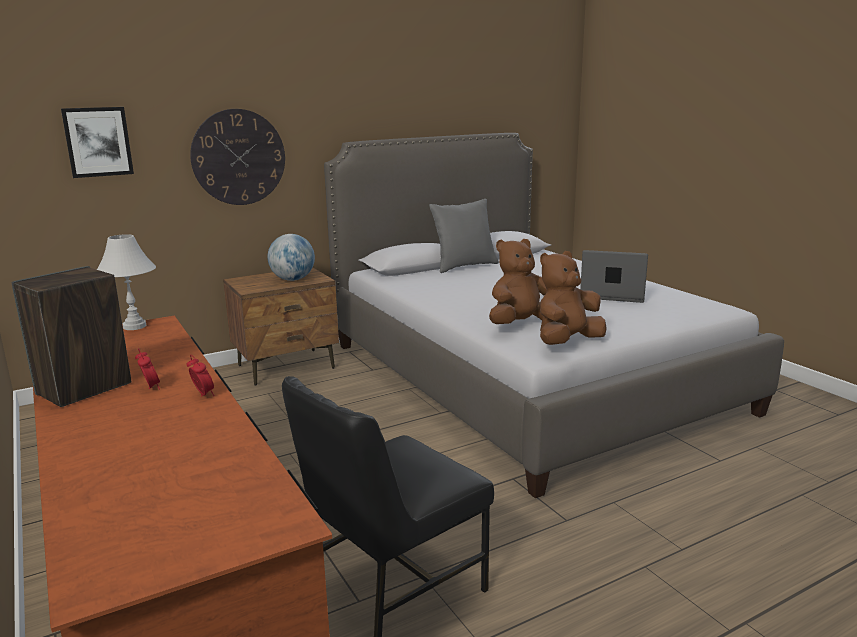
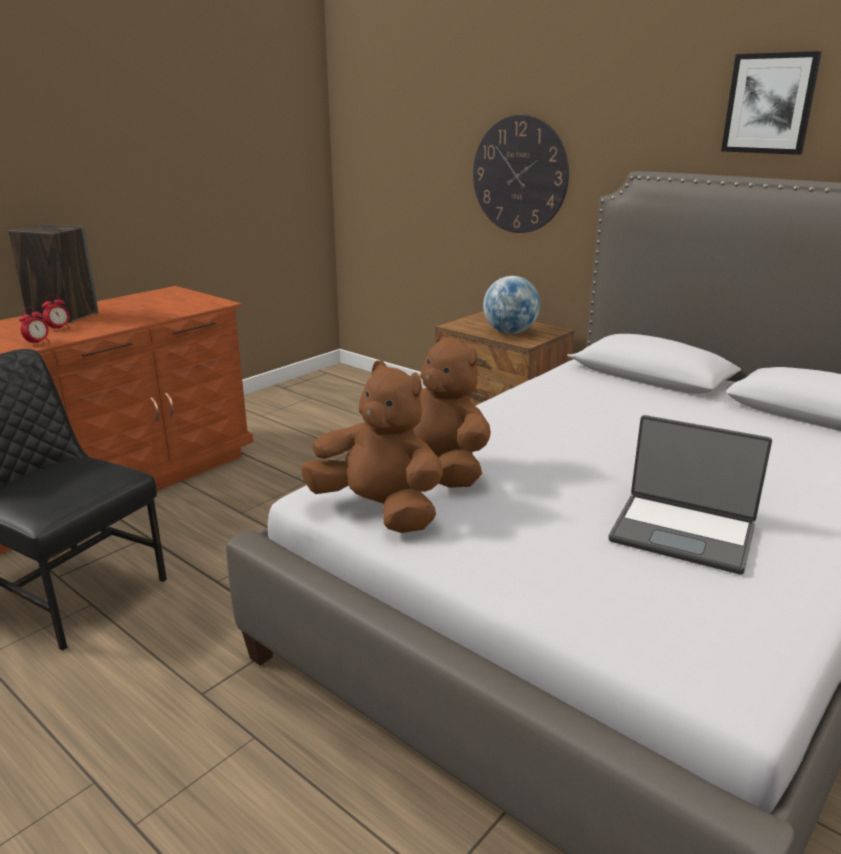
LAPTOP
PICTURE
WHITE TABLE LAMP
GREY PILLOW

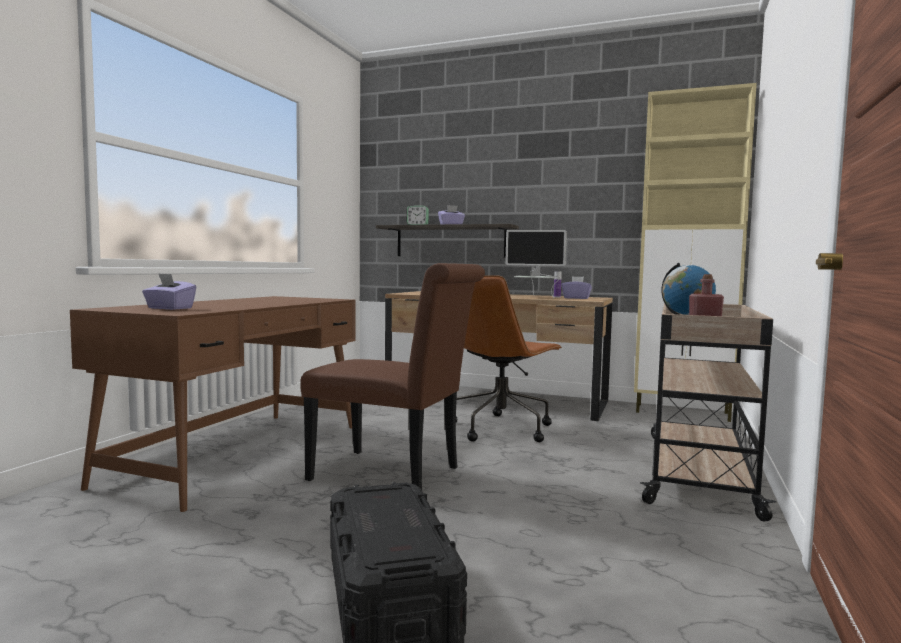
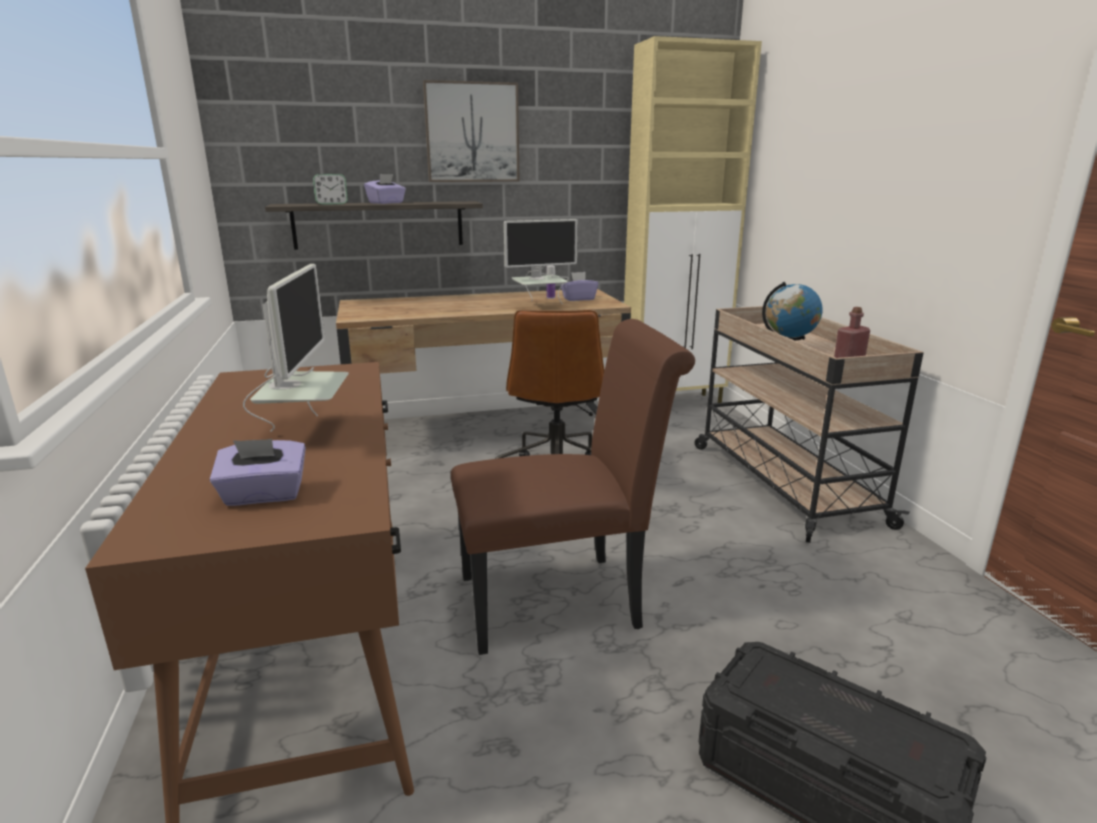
MONITOR (1st from left)
PICTURE

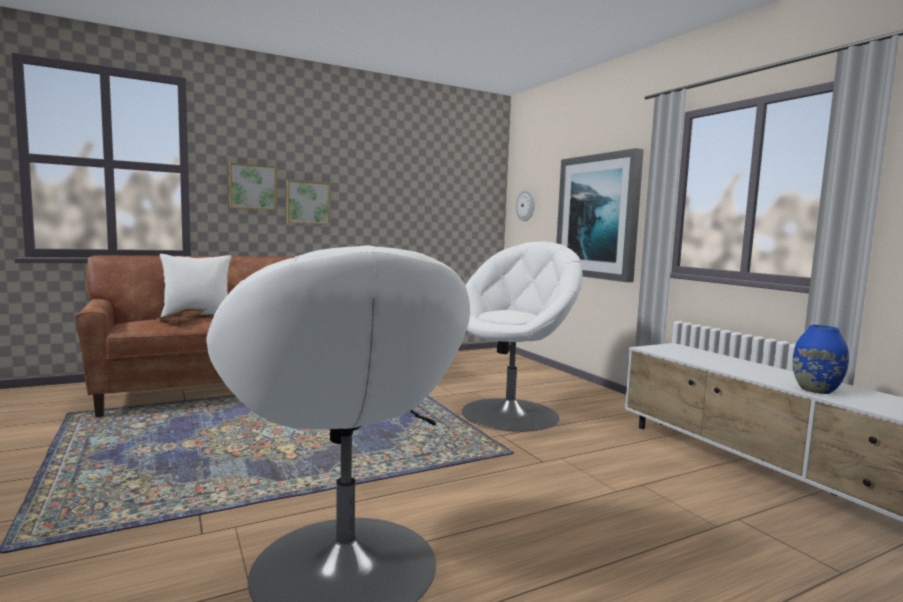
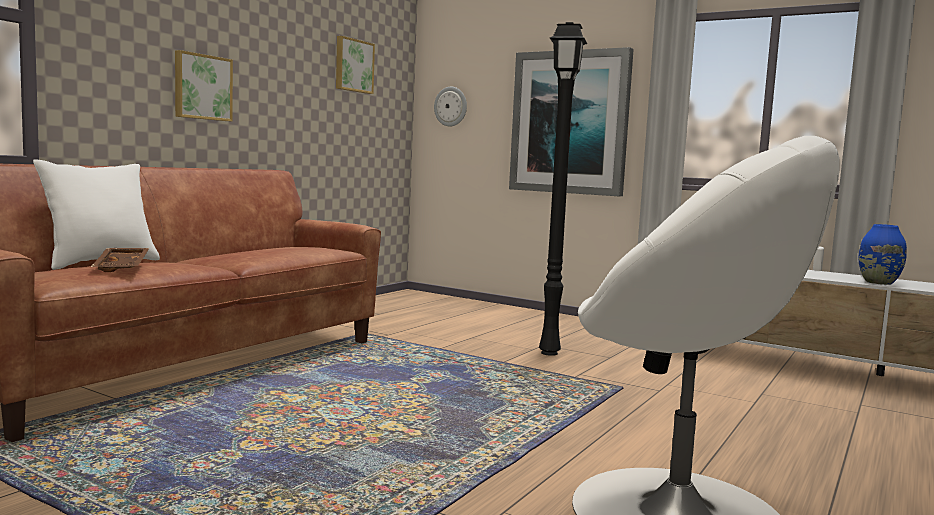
PICTURE (2nd from left)
BLACK FLOOR LAMP

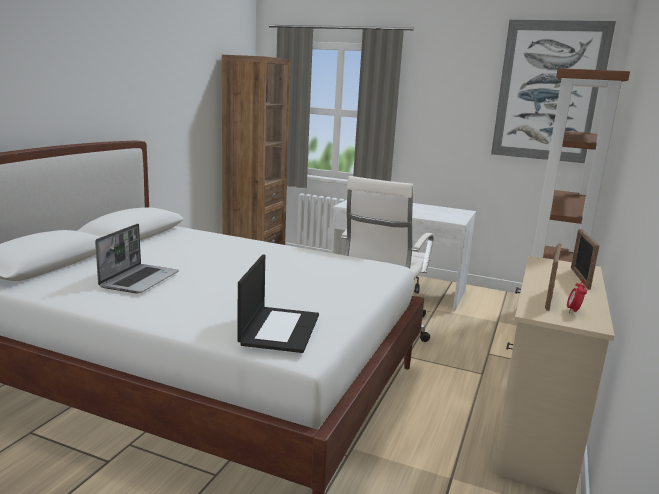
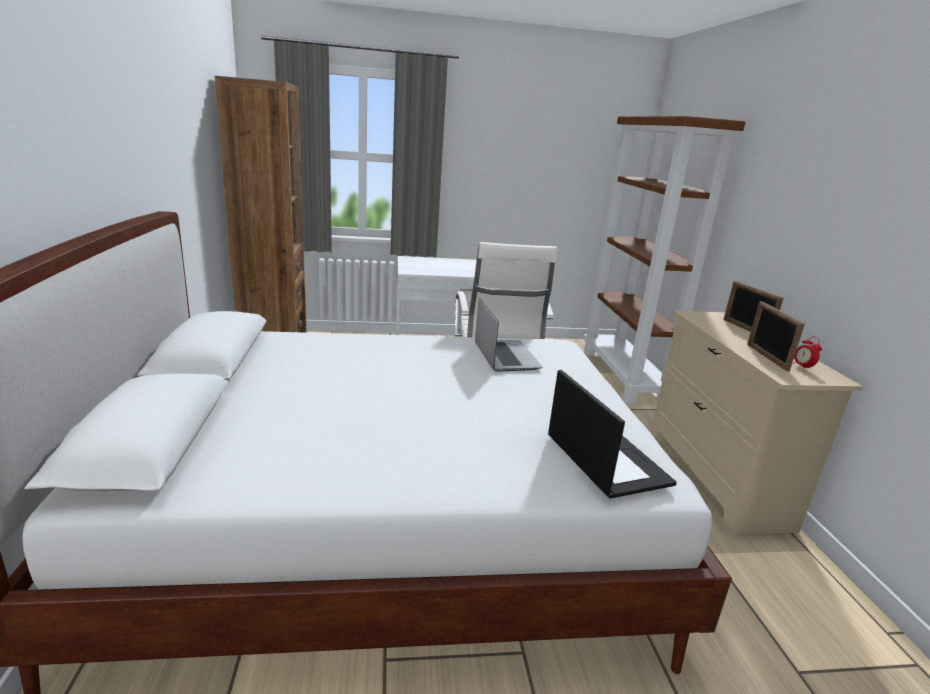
LAPTOP (1st from left)
PICTURE

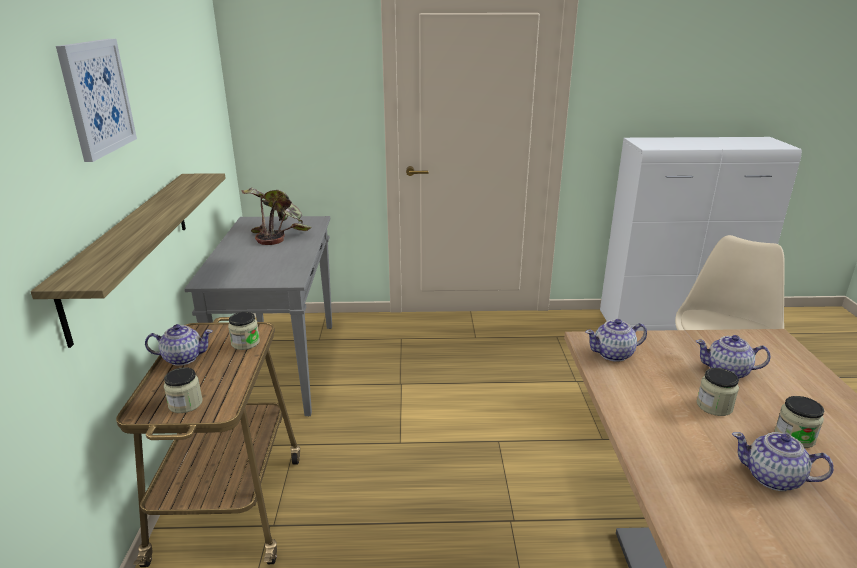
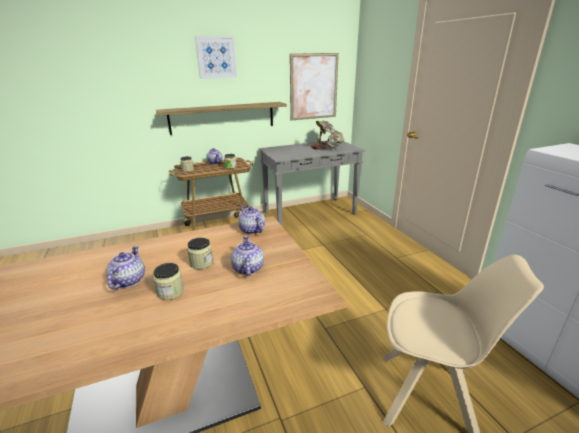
PICTURE (2nd from left)

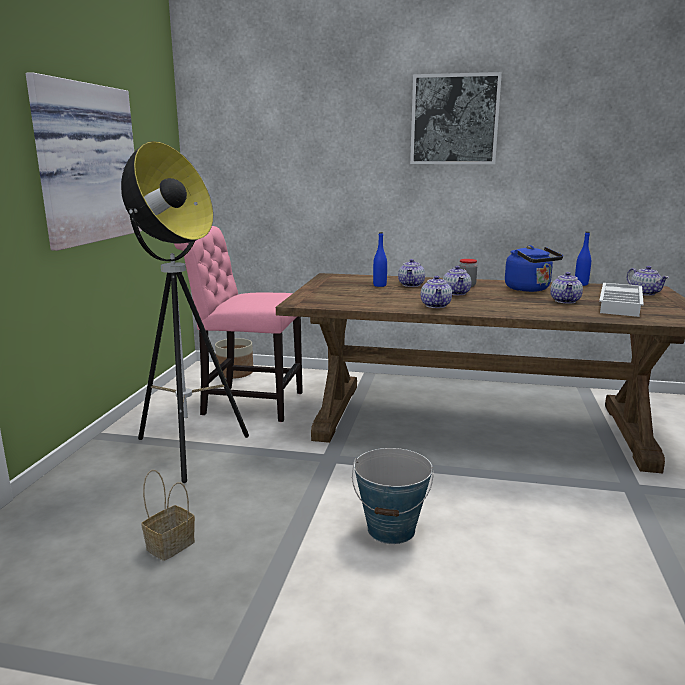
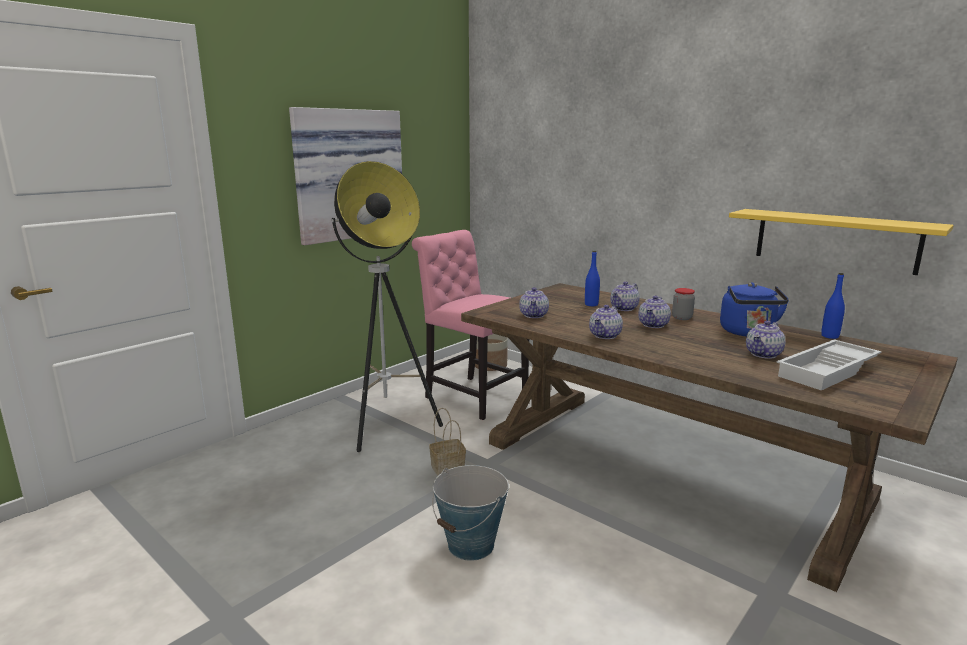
BASKET
TEAPOT (1st from left)
YELLOW SHELF
PICTURE (2nd from left in the first image)

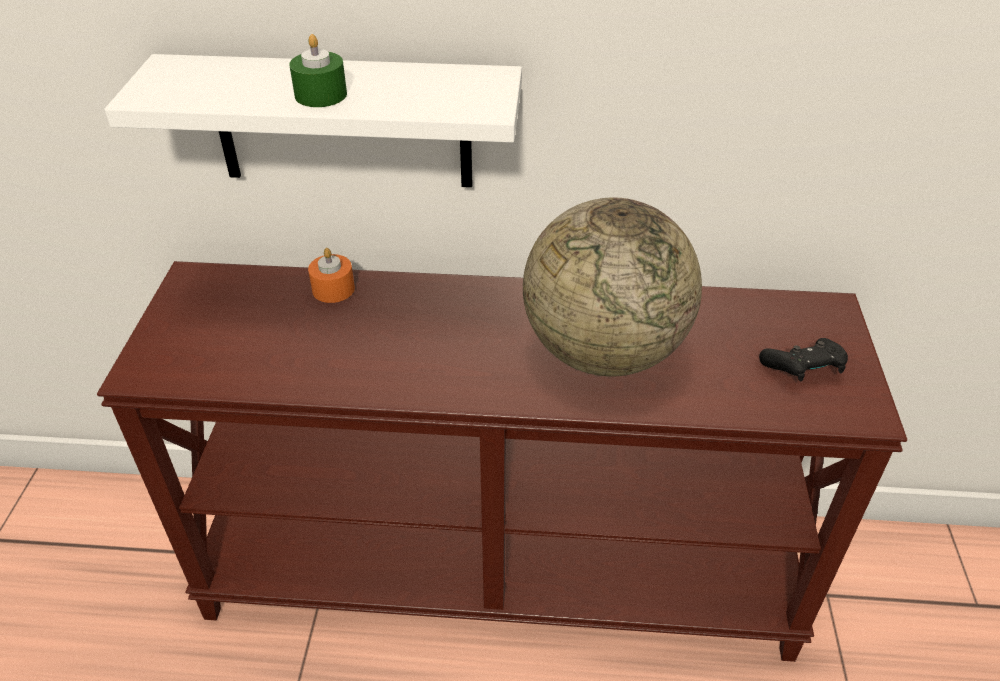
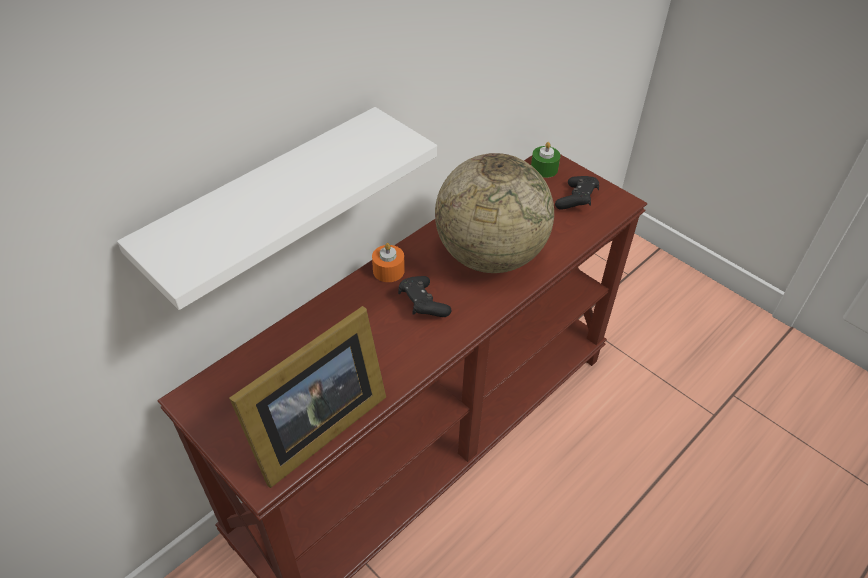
PICTURE FRAME
ORANGE CANDLE
BLACK GAME CONTROLLER (1st from left)
GREEN CANDLE

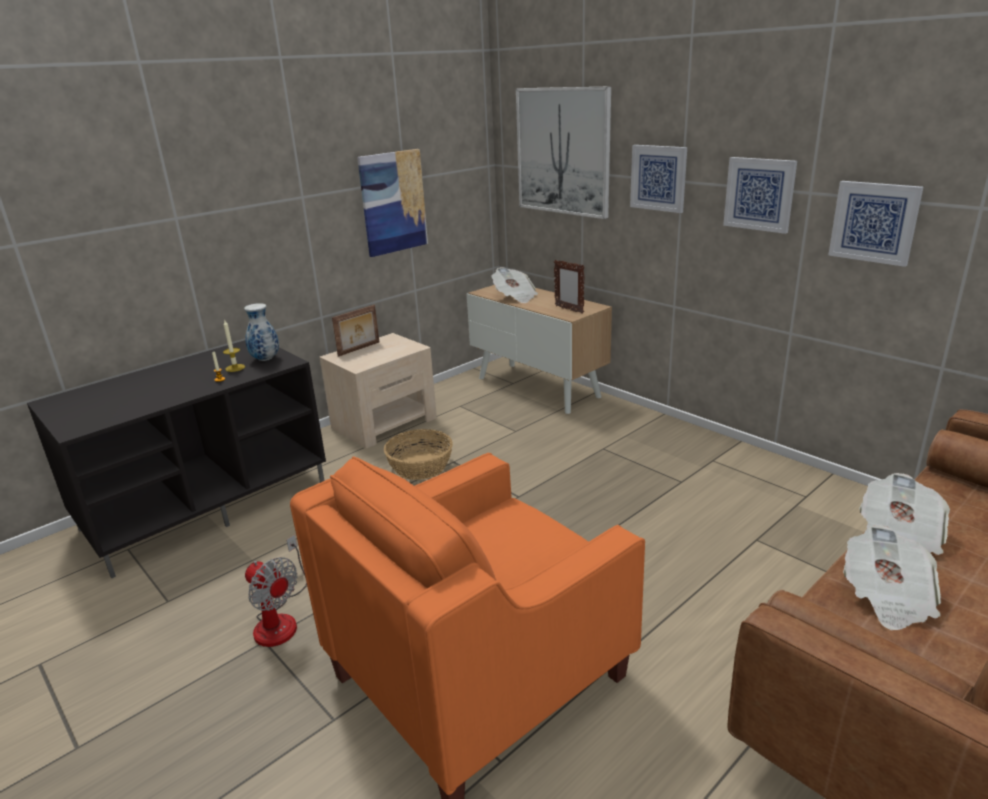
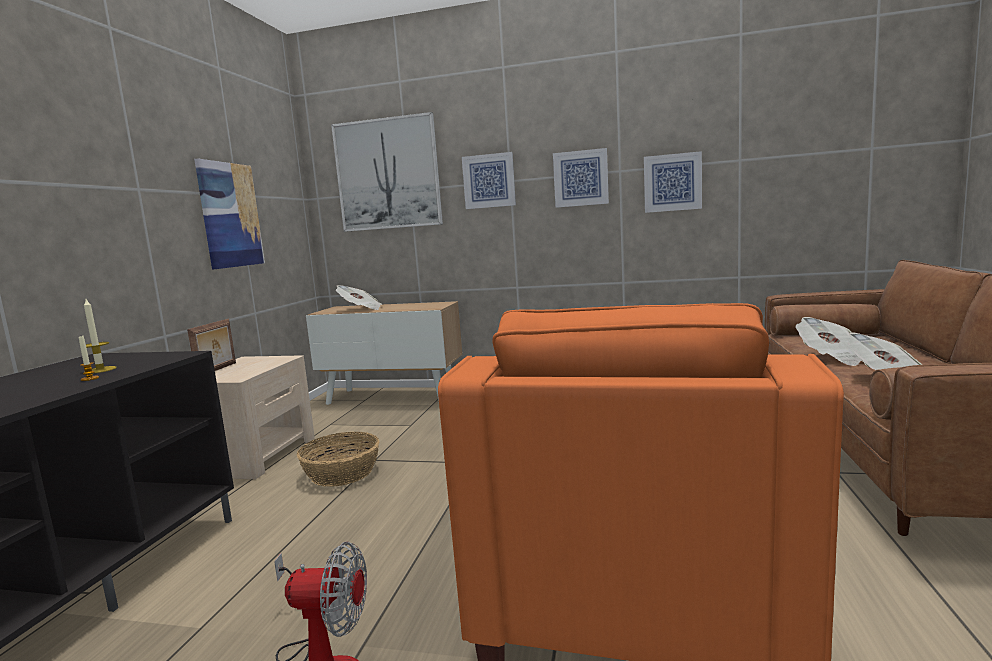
VASE
PICTURE FRAME (2nd from left in the first image)

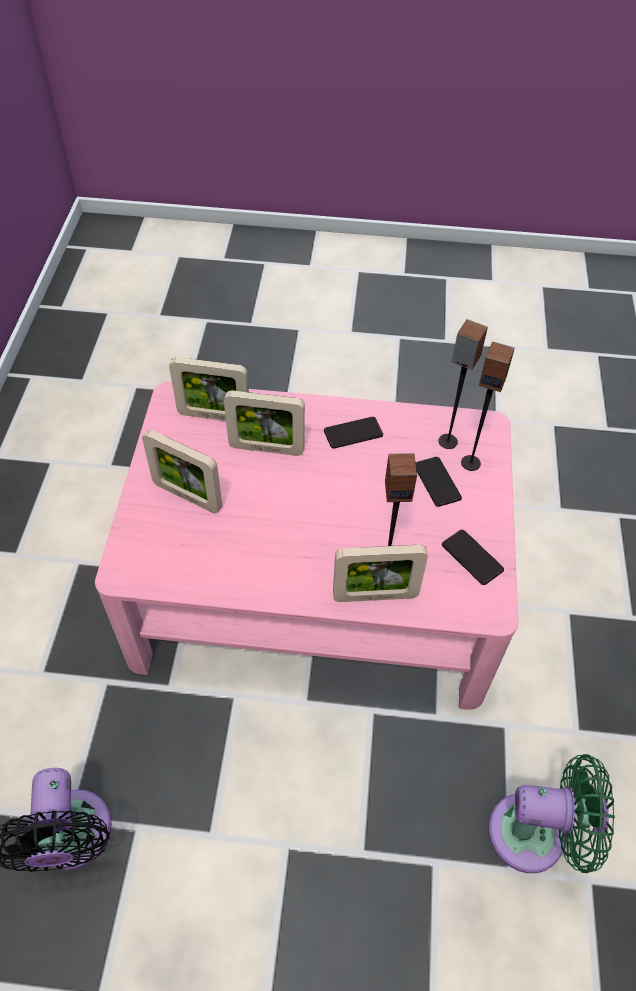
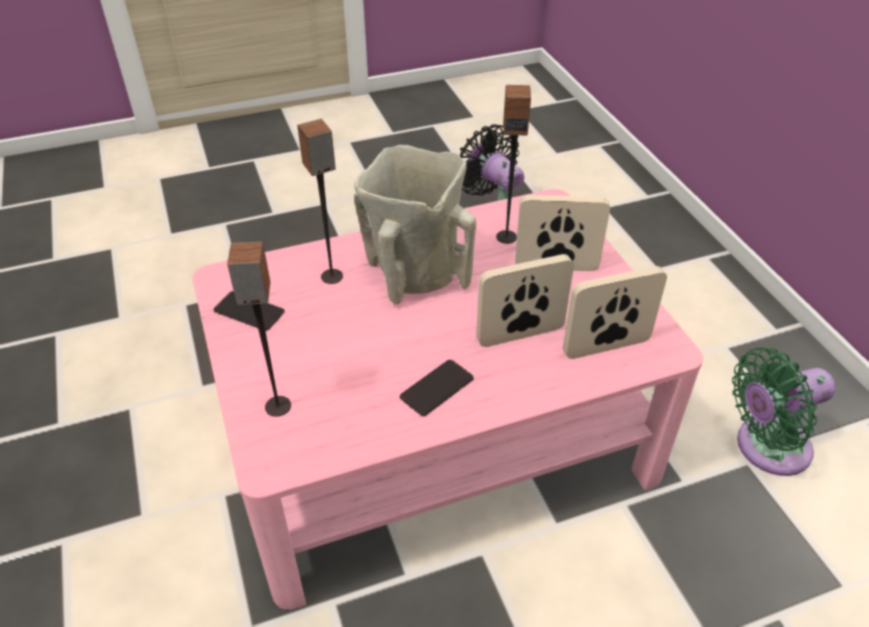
BEIGE VASE
SPEAKER (3rd from left)
GREEN FAN
PICTURE FRAME (4th from left in the first image)
PHONE (2nd from left in the first image)

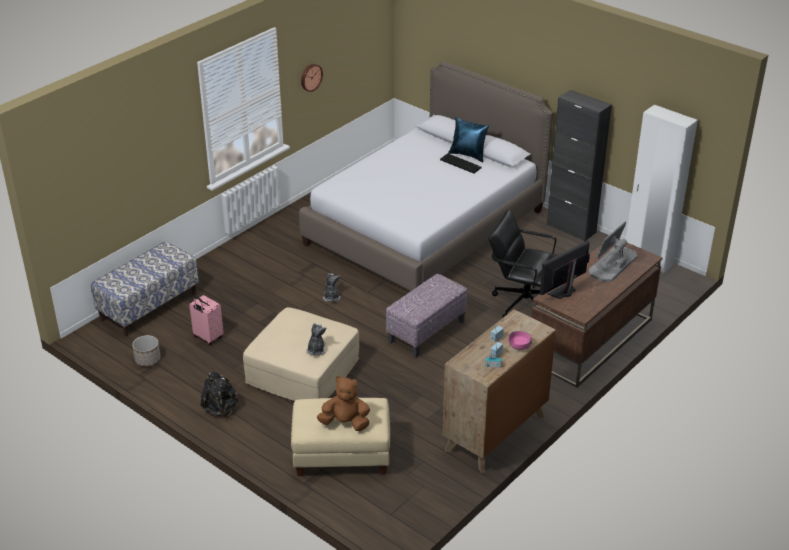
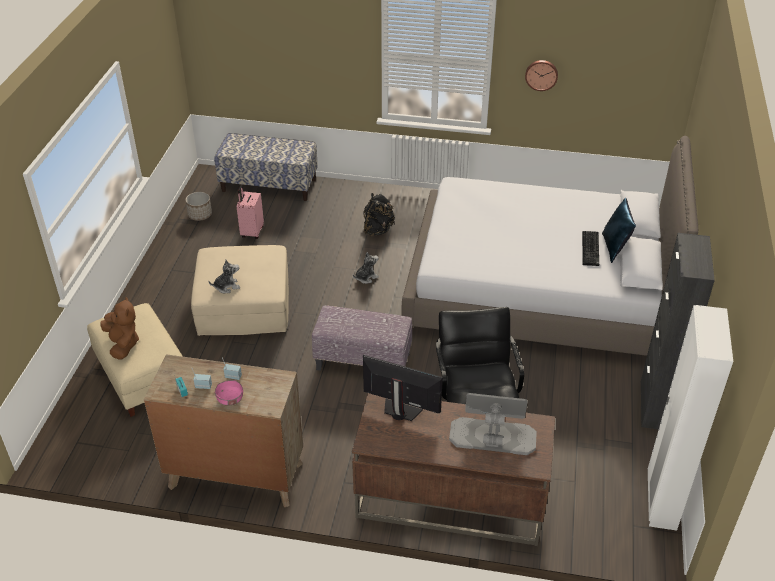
BLACK BACKPACK

